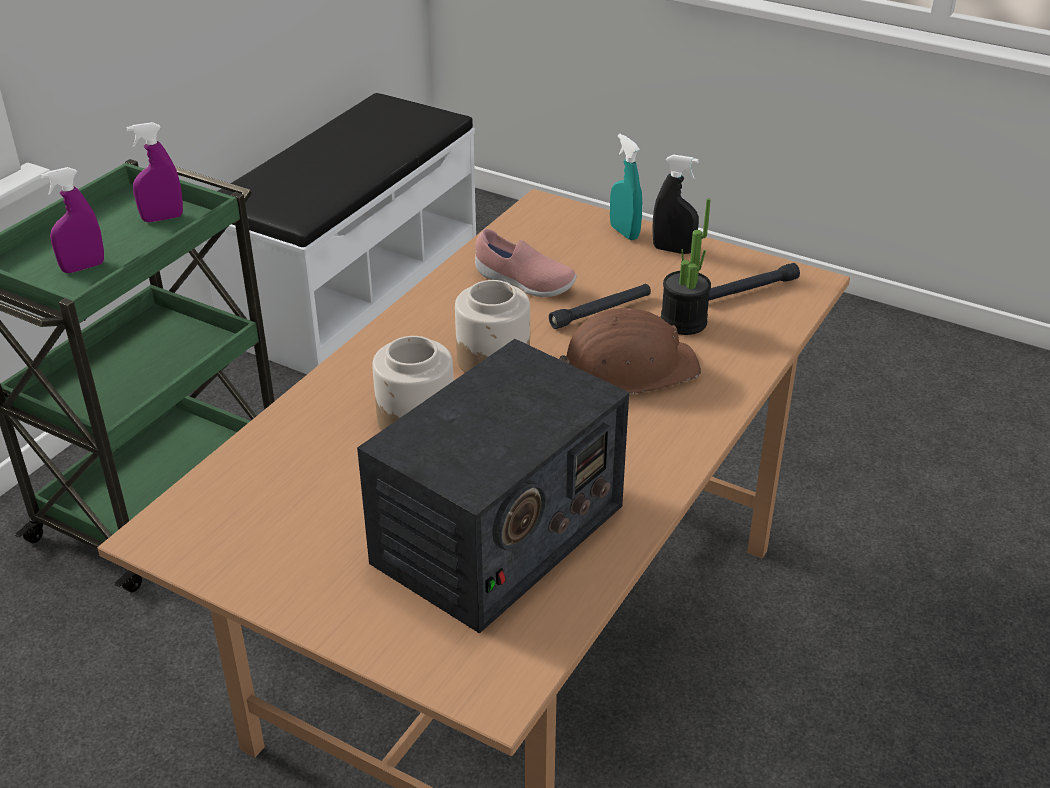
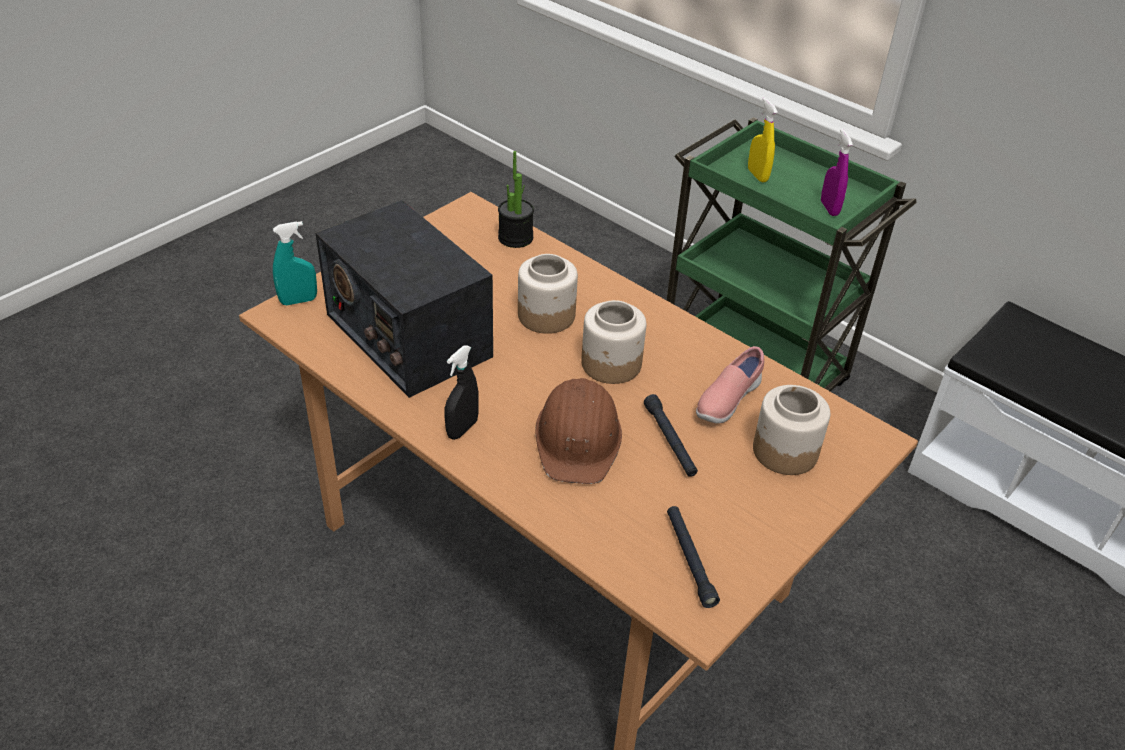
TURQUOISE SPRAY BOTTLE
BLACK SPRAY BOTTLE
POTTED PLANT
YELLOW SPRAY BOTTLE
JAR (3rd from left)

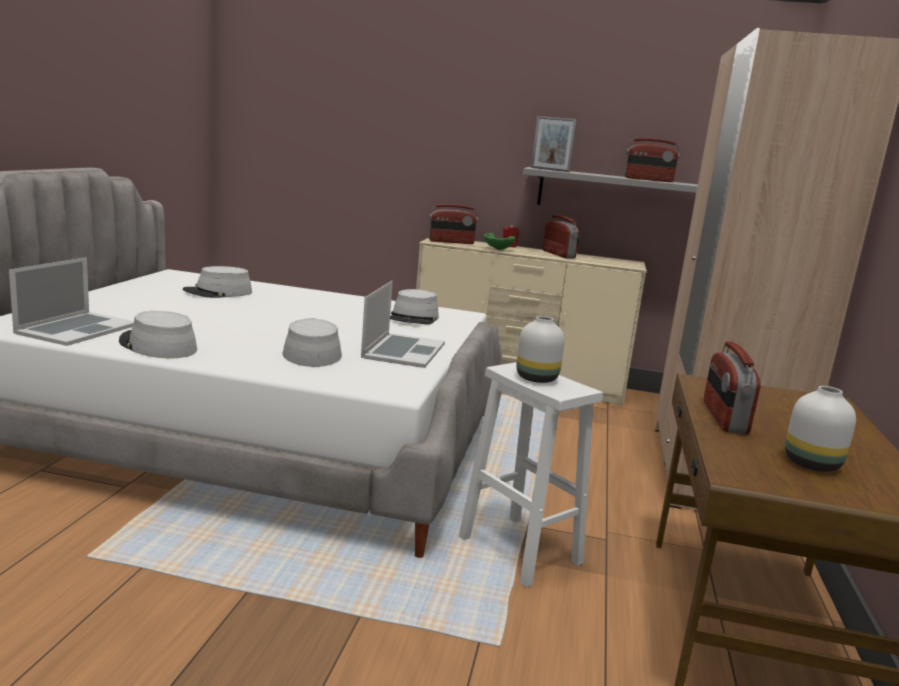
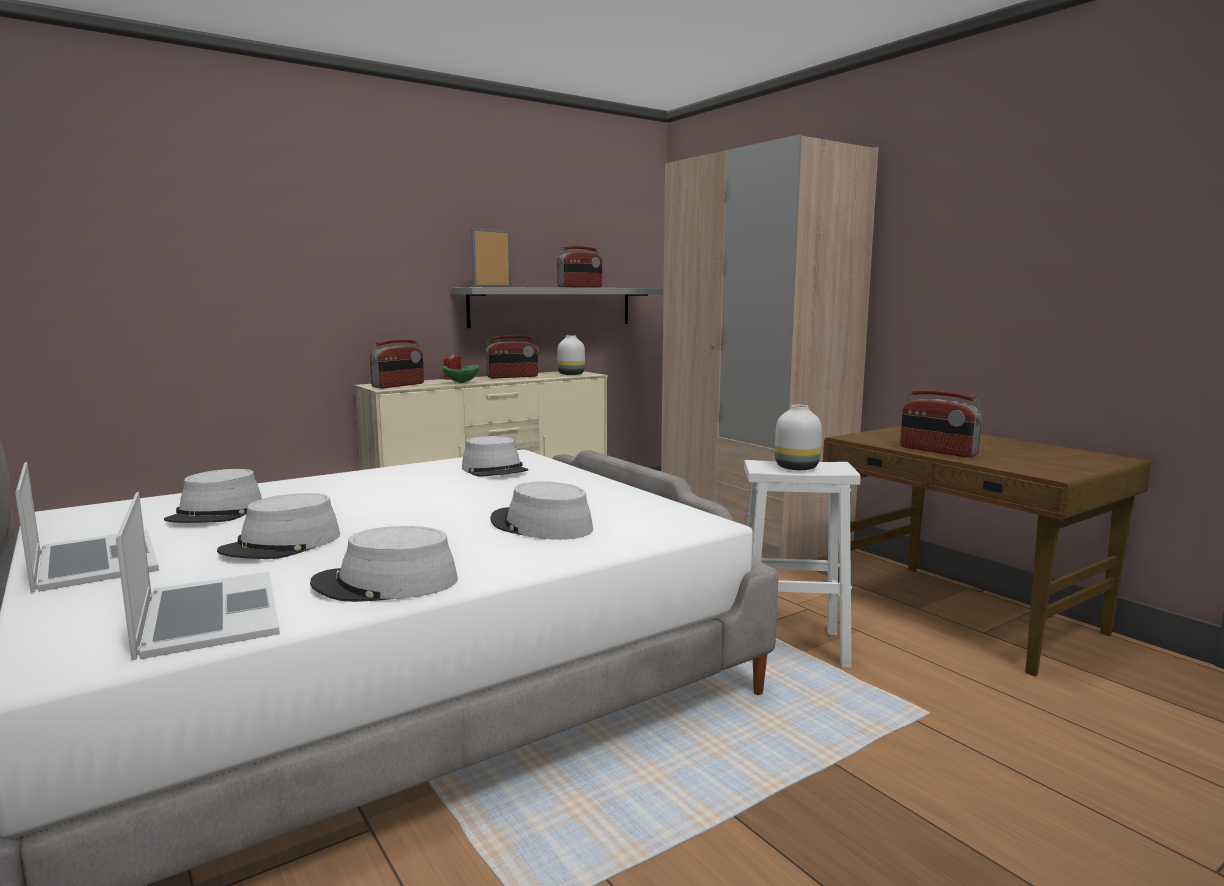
LAPTOP (1st from left)
GREY HAT (2nd from left)
PICTURE FRAME
RADIO (2nd from left)
WHITE VASE (1st from left)

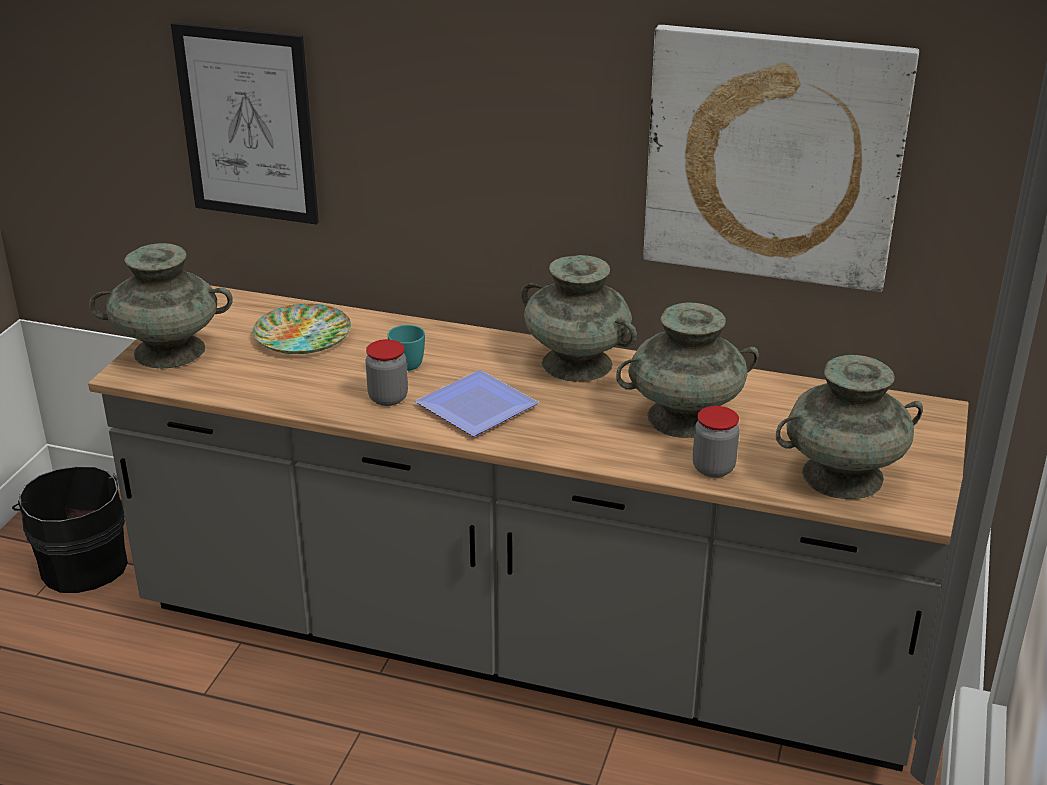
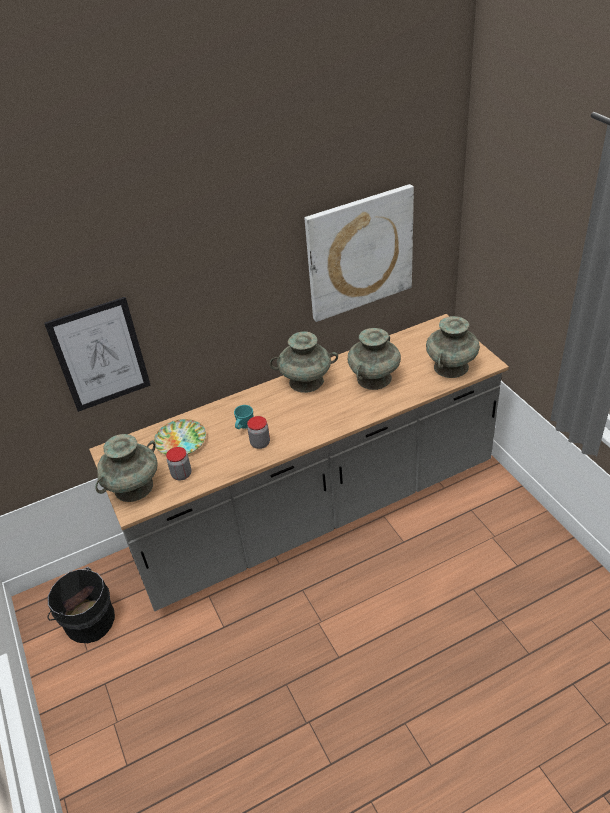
JAR (1st from left)
PLATE (2nd from left in the first image)

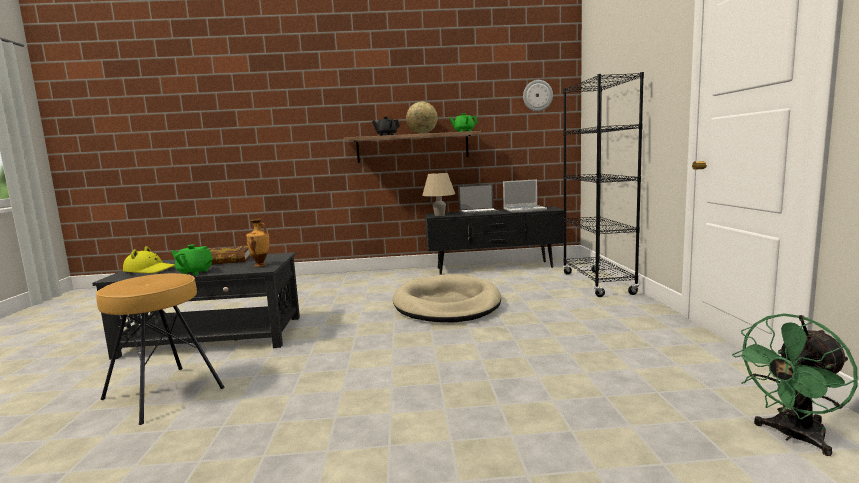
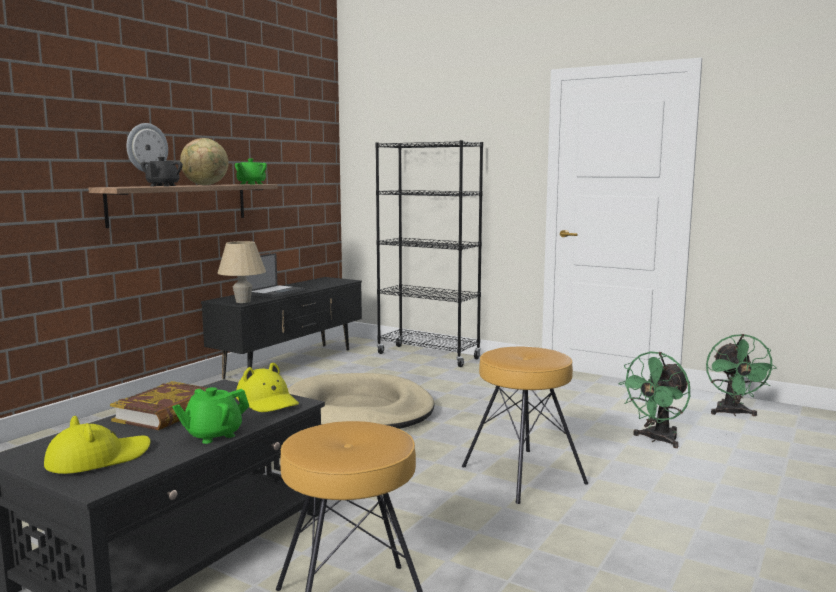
WALL CLOCK
YELLOW HAT (2nd from left)
BROWN STOOL (2nd from left)
GREEN FAN (1st from left)
LAPTOP (2nd from left in the first image)

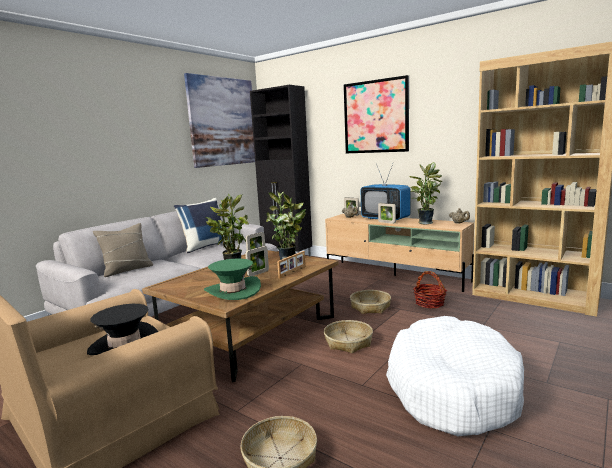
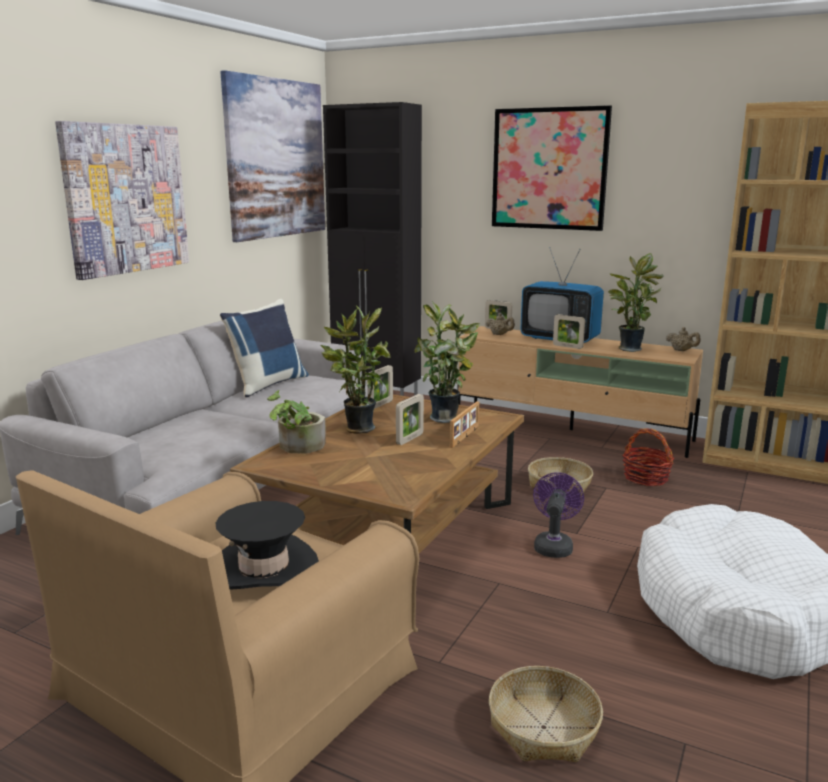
PICTURE (1st from left)
POTTED PLANT (1st from left)
PURPLE FAN
BEIGE PILLOW
GREEN HAT

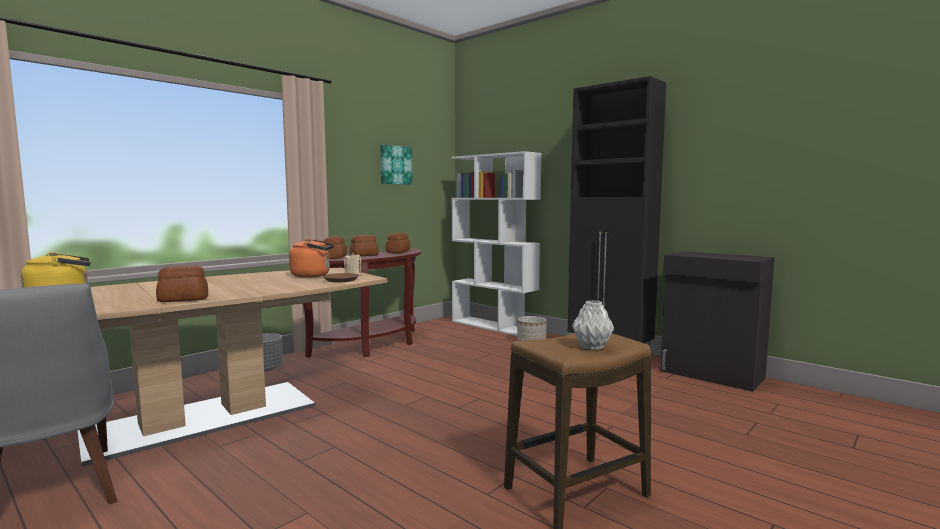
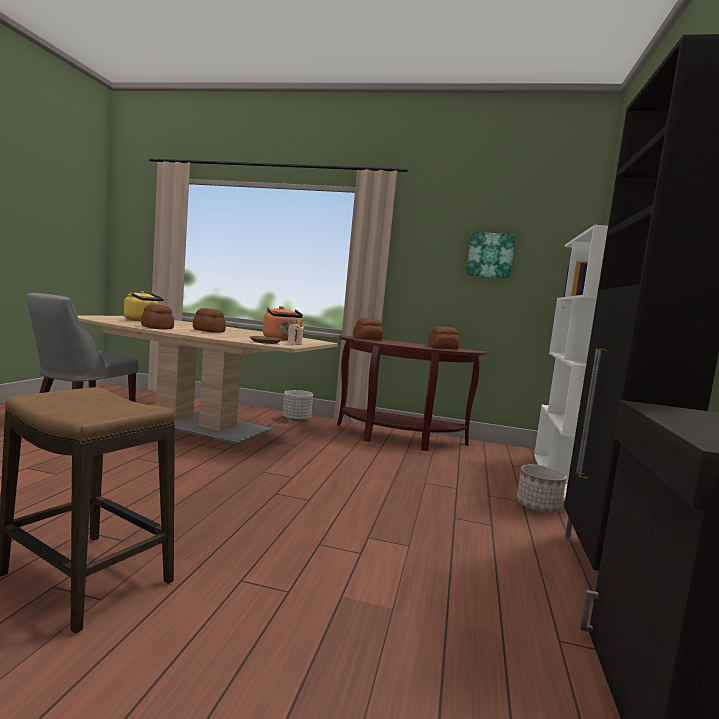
BREAD (2nd from left)
GREY VASE

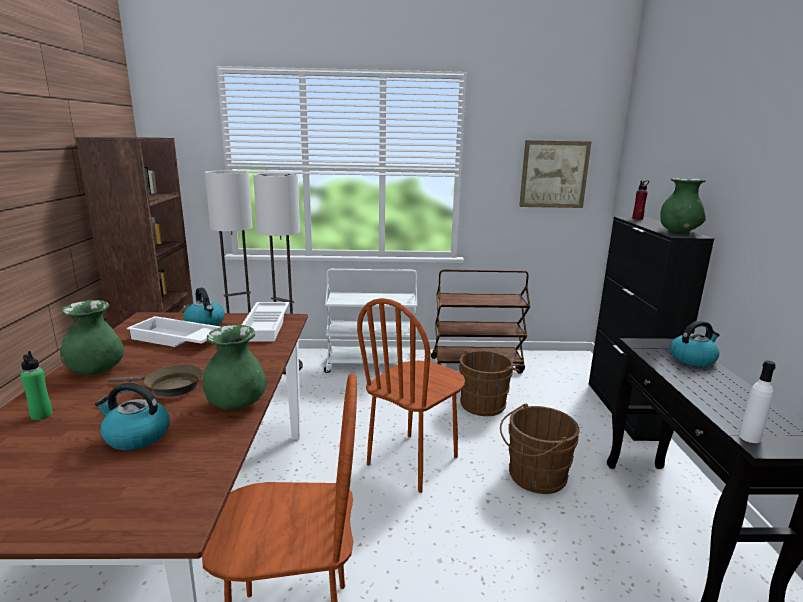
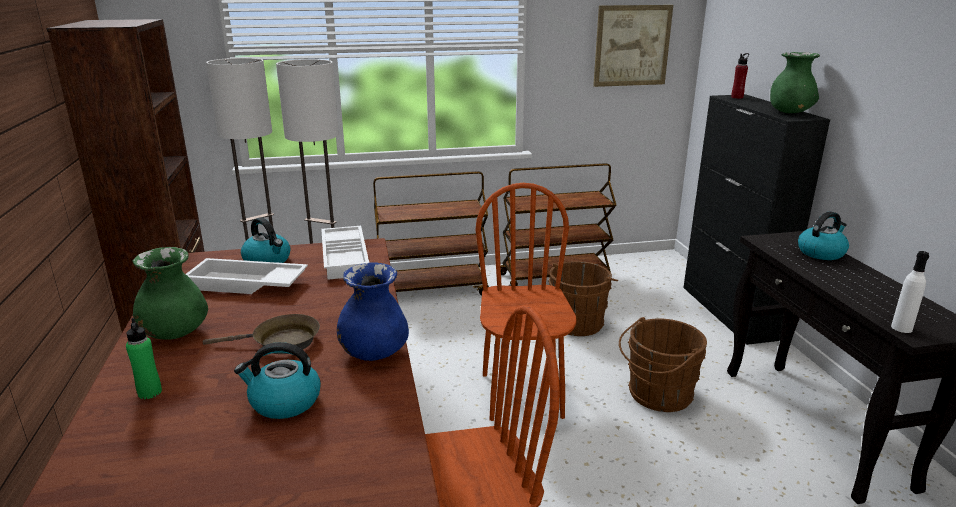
BLUE VASE
BROWN CART (1st from left)
BROWN CHAIR (2nd from left)

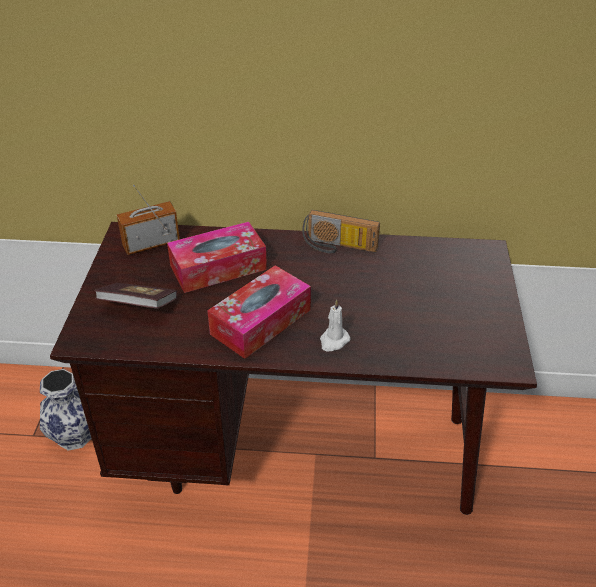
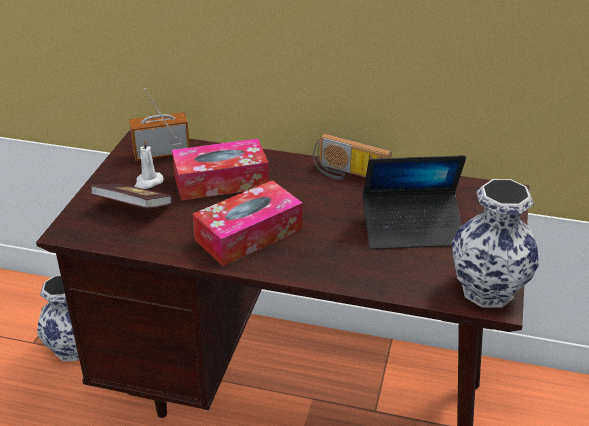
WHITE CANDLE
LAPTOP
VASE (2nd from left)

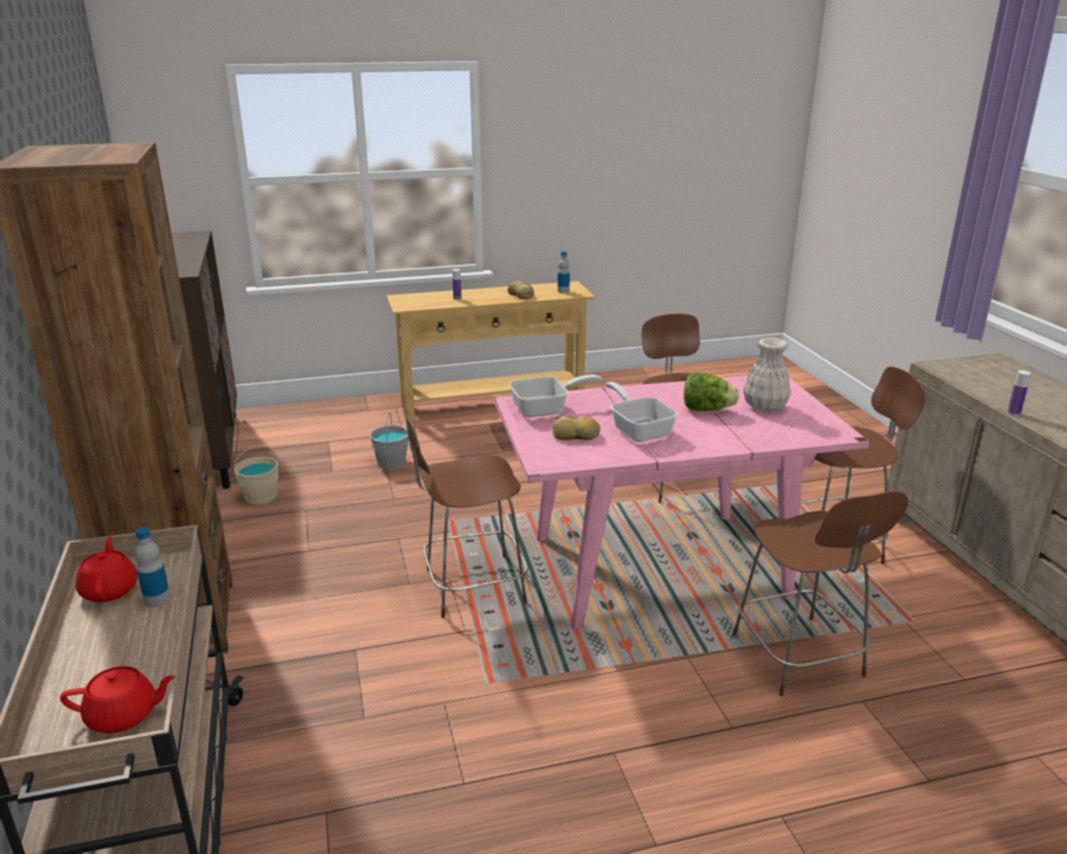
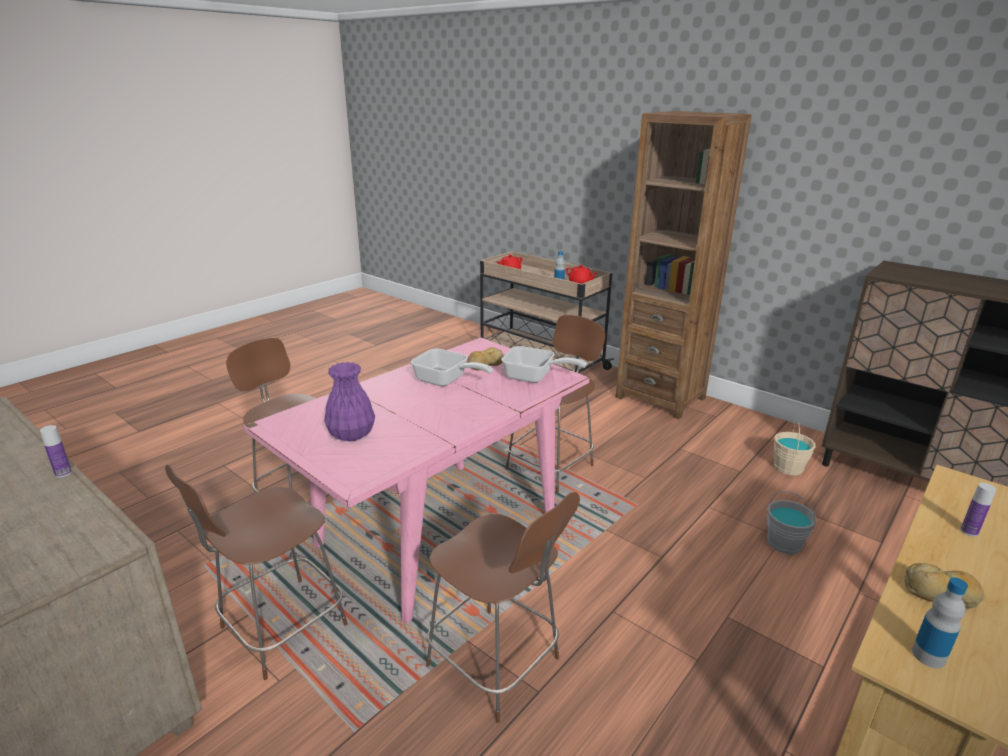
PURPLE VASE
FRYING PAN (2nd from left)
LETTUCE

